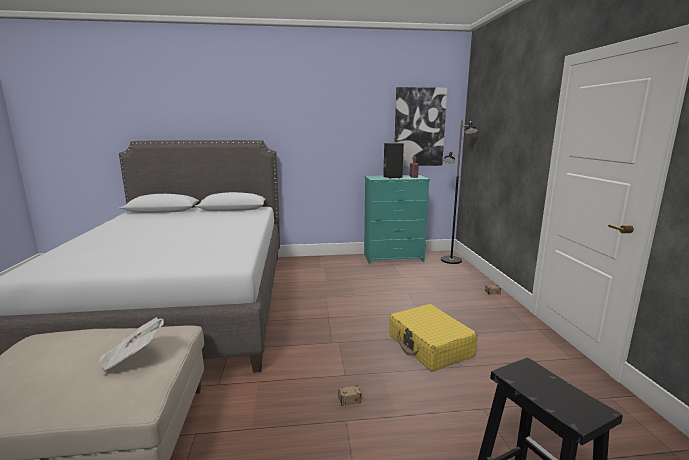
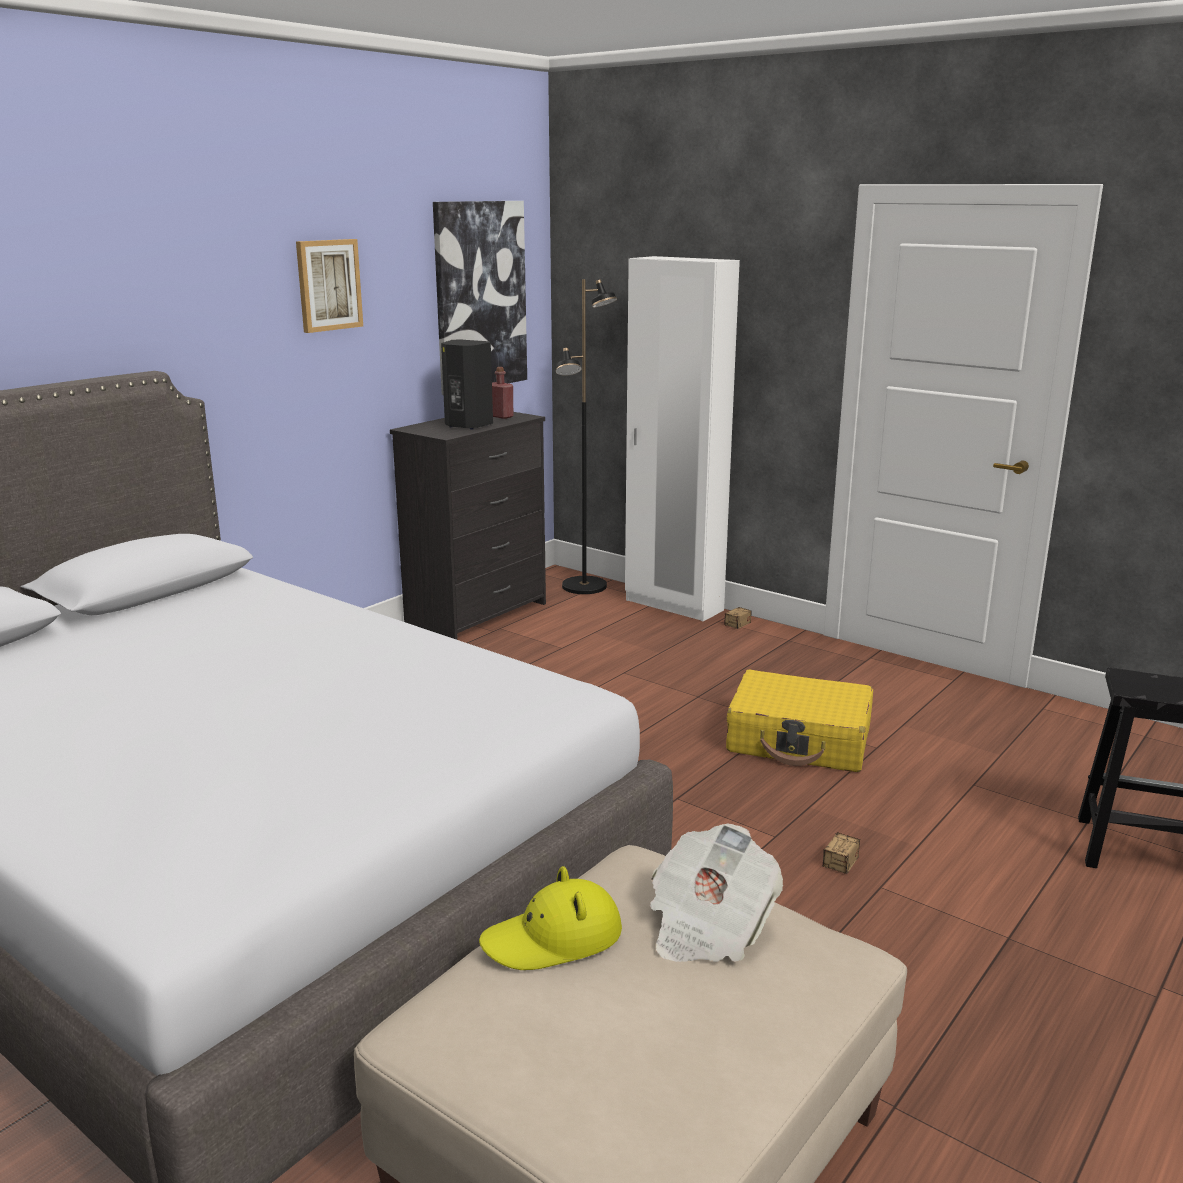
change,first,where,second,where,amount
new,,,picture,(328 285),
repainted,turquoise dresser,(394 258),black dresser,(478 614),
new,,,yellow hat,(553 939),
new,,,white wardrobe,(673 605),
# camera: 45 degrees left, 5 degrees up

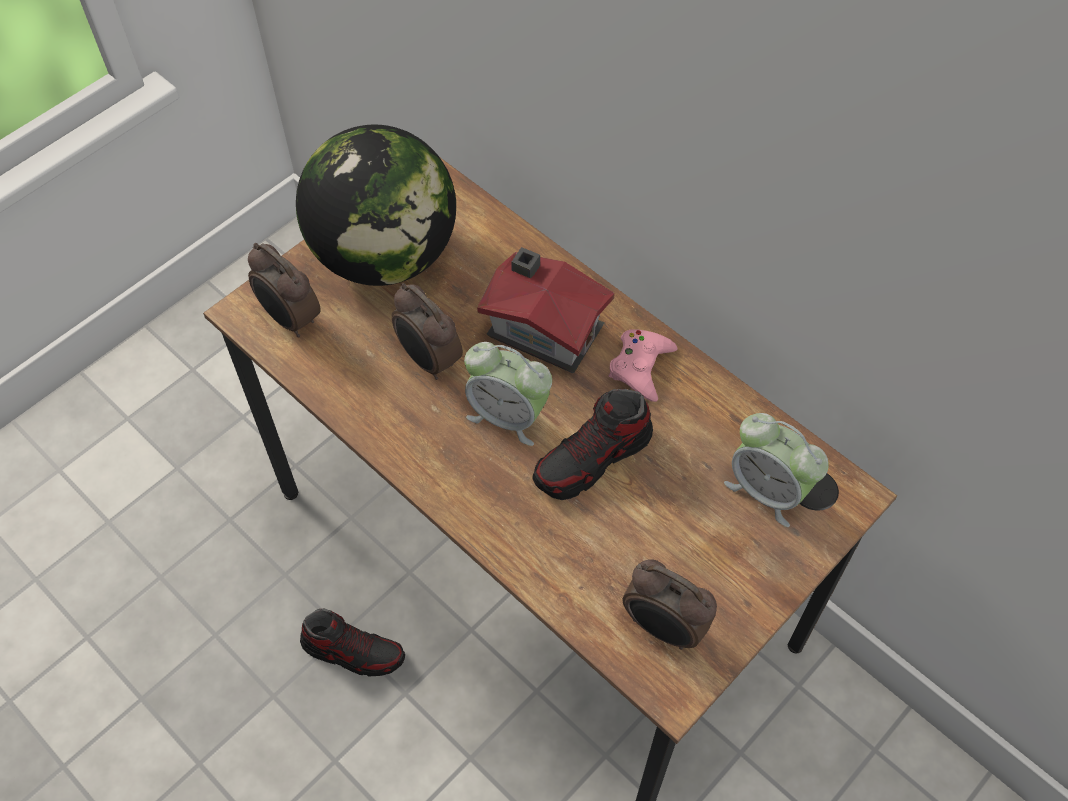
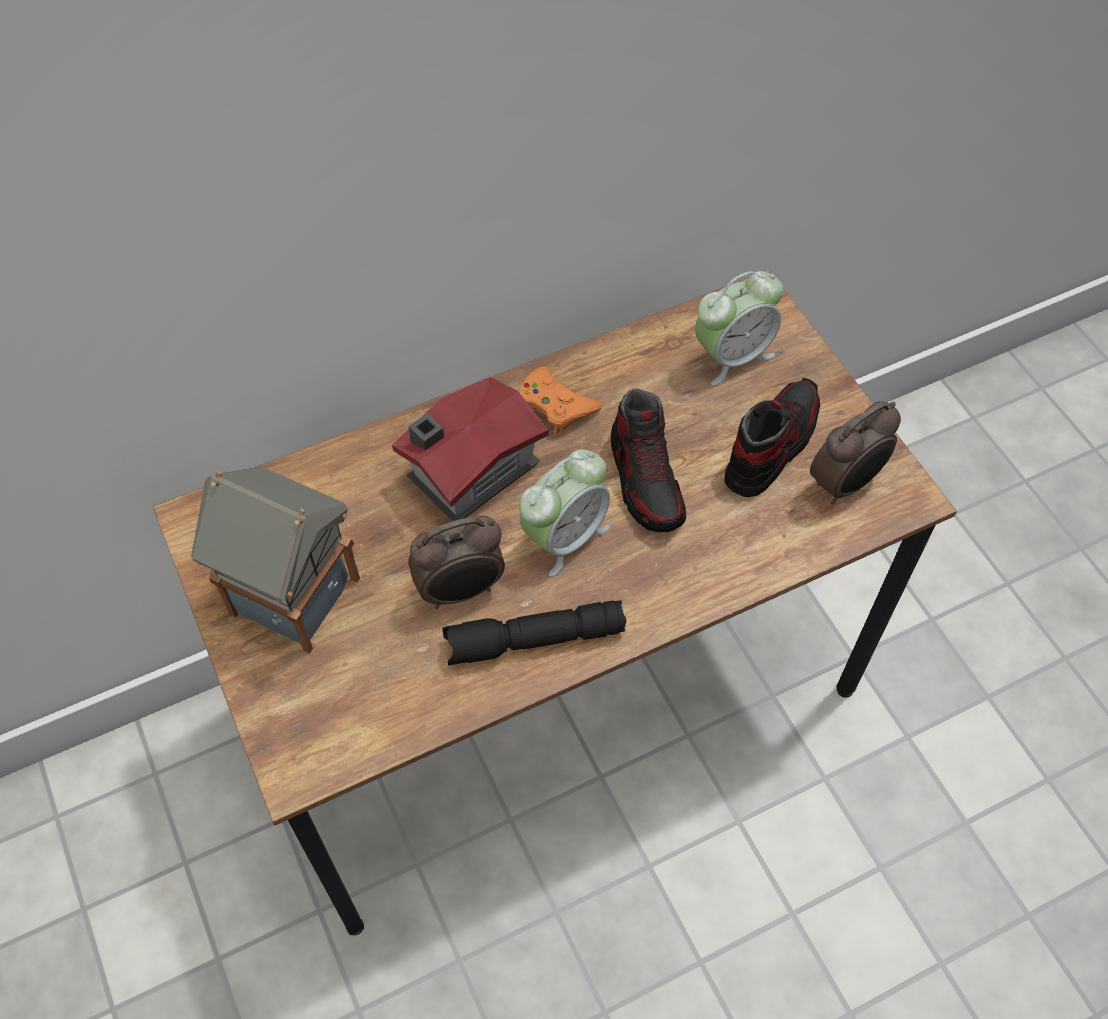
change,first,where,second,where,amount
swapped,globe,(385 256),toy house,(291 595),
new,,,black flashlight,(533 641),
repainted,pink game controller,(641 367),orange game controller,(555 405),
shifted,shoe,(353 651),,(770 446),
gone,alarm clock,(290 319),,,
# camera: 70 degrees left, 0 degrees up

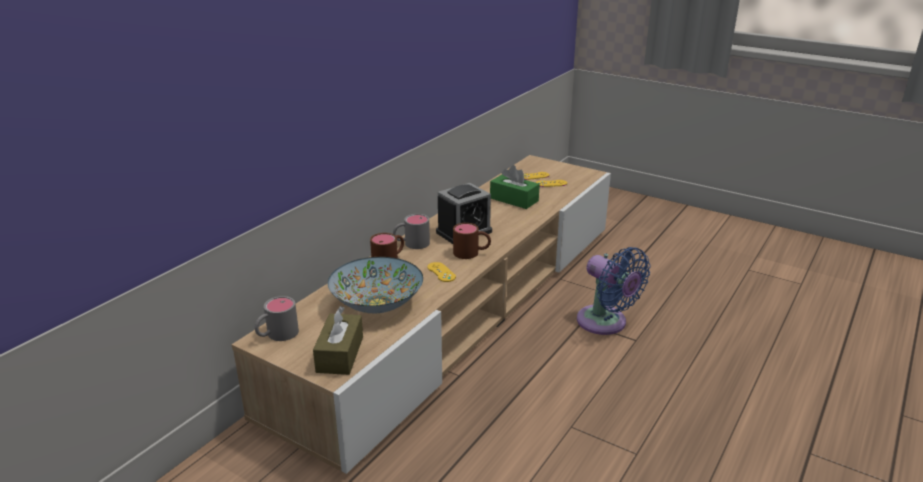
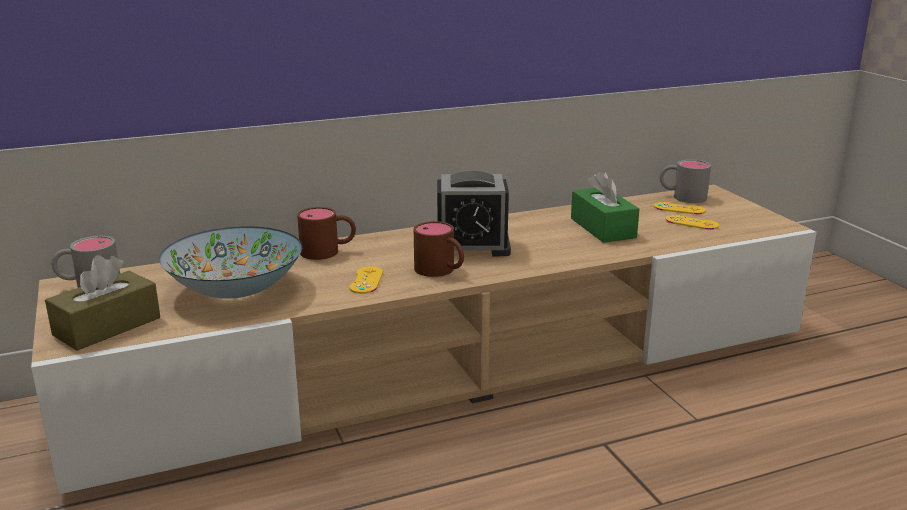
change,first,where,second,where,amount
shifted,grey mug,(411 244),,(682 197),
gone,blue fan,(605 323),,,
# camera: 35 degrees right, 5 degrees down

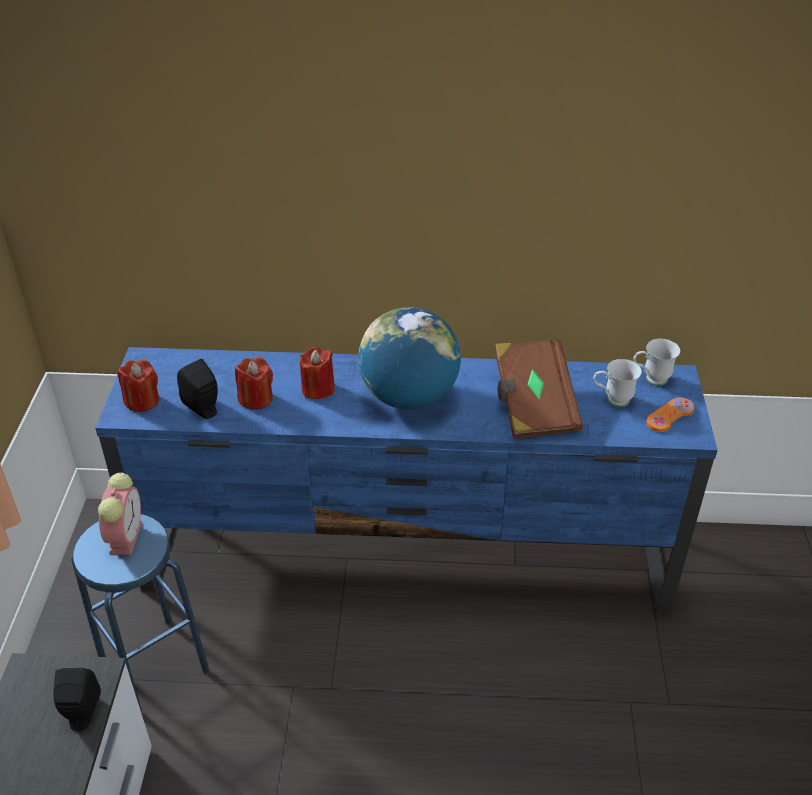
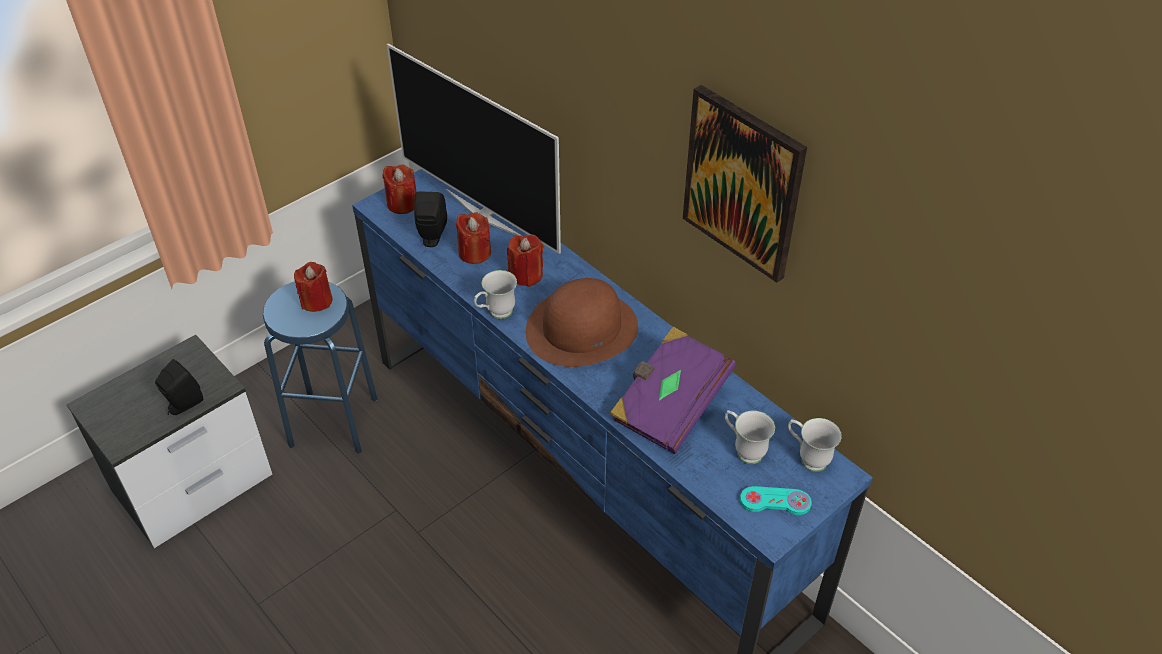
change,first,where,second,where,amount
swapped,alarm clock,(125 535),red candle,(316 301),
new,,,television,(486 213),
new,,,white mug,(495 314),
swapped,globe,(409 397),brown hat,(582 328),
repainted,brown book,(533 405),purple book,(669 405),
new,,,picture,(743 183),
repainted,orange game controller,(670 416),turquoise game controller,(775 502),
# camera: 45 degrees right, 5 degrees up

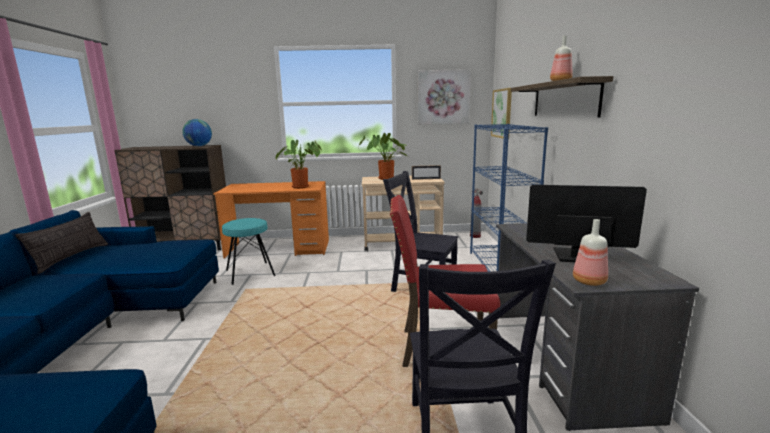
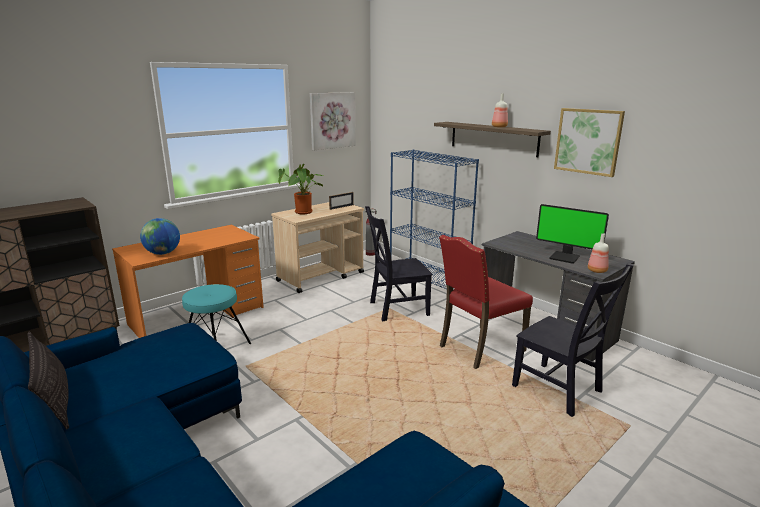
change,first,where,second,where,amount
shifted,globe,(199 146),,(163 253),
rotated,monitor,(575 257),,(565 257),120 degrees counterclockwise
shifted,picture,(502 113),,(588 141),
gone,potted plant,(302 187),,,
# camera: 40 degrees left, 5 degrees up

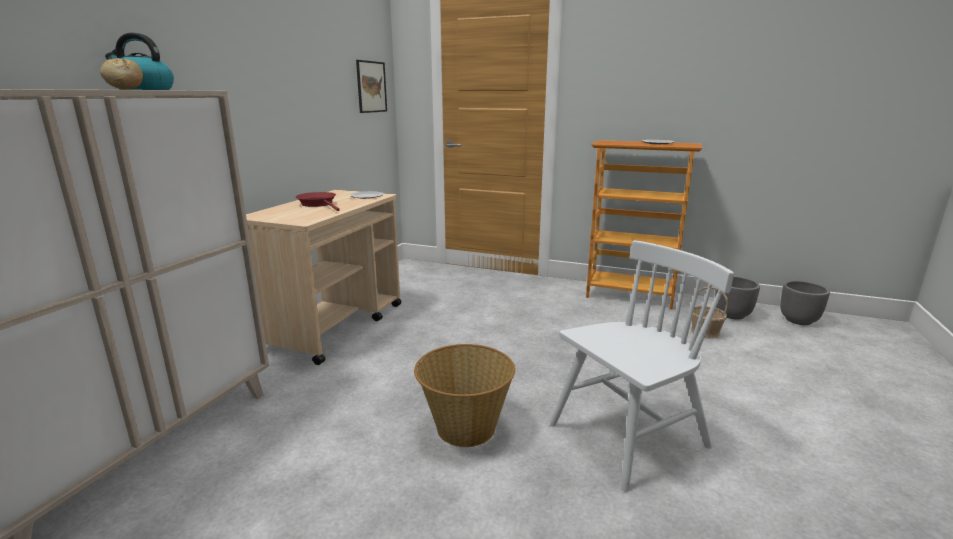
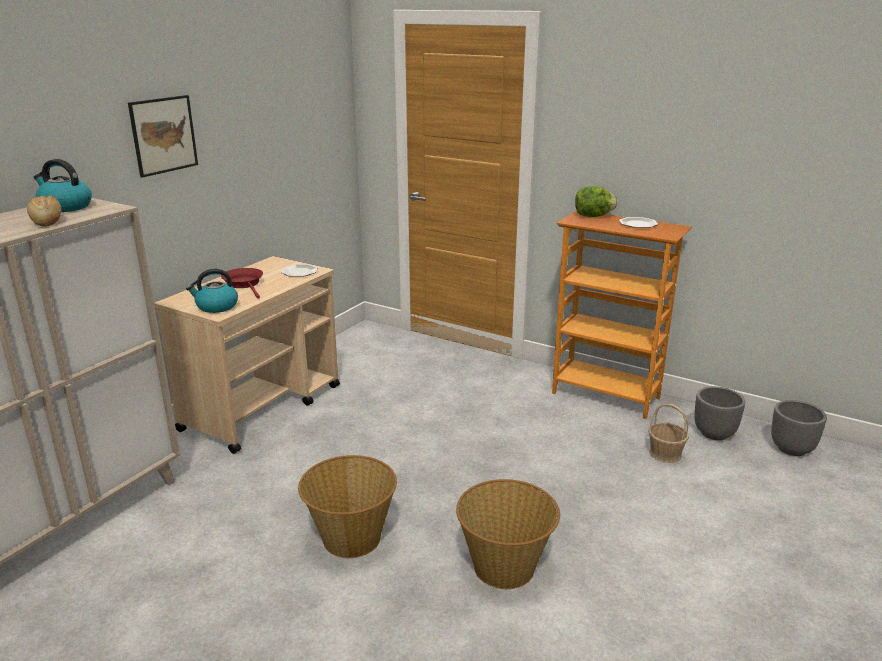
change,first,where,second,where,amount
shifted,picture,(371 87),,(163 135),
new,,,kettle,(216 307),
swapped,white chair,(628 437),basket,(505 567),
new,,,lettuce,(593 216),
# camera: 10 degrees right, 5 degrees up

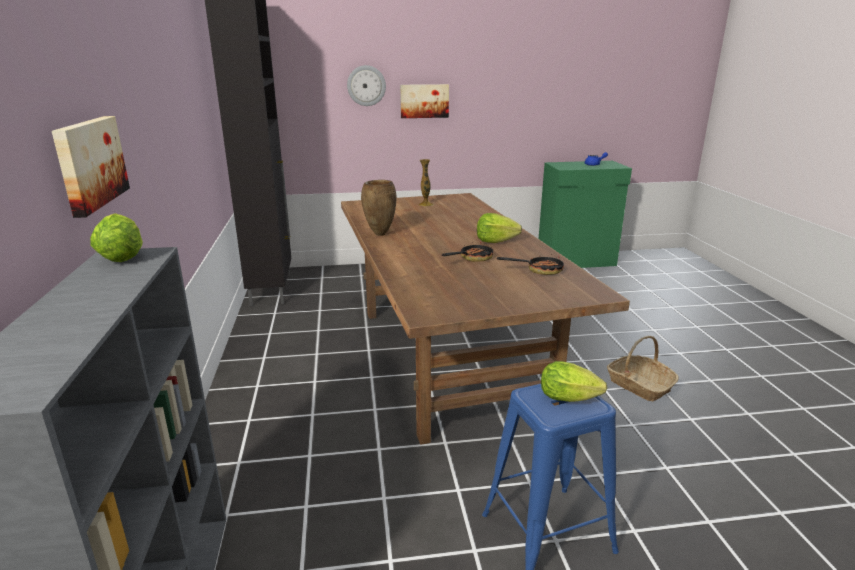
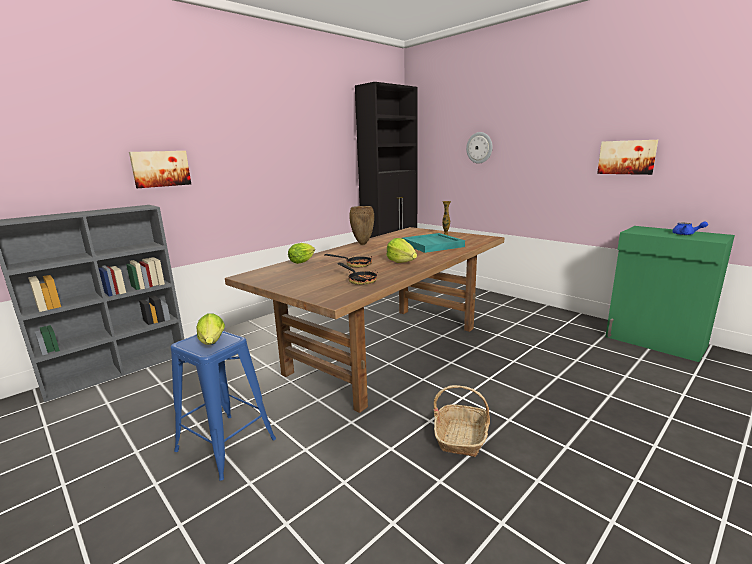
change,first,where,second,where,amount
shifted,lettuce,(123 256),,(303 261),
new,,,turquoise tray,(433 245),
shifted,picture,(424 101),,(627 157),
# camera: 55 degrees right, 5 degrees down

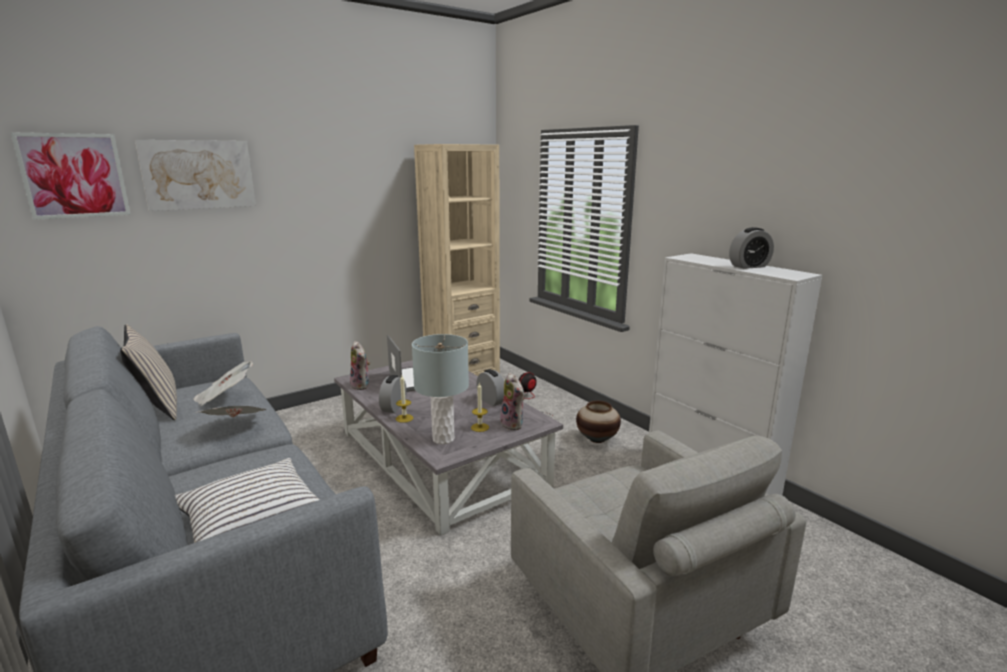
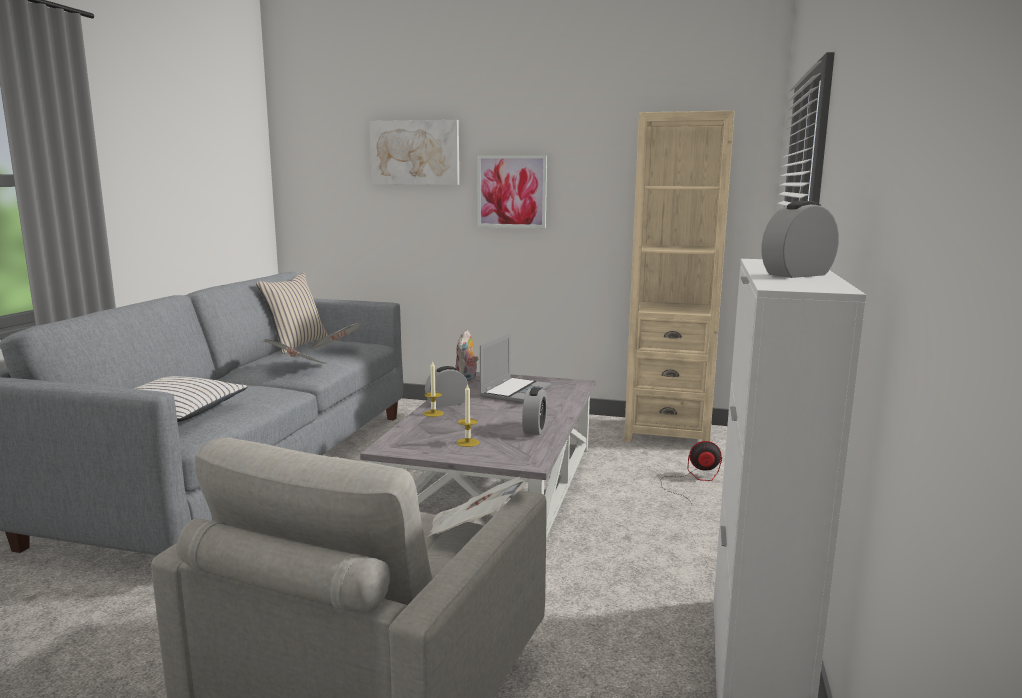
change,first,where,second,where,amount
new,,,newspaper,(473 531),
shifted,picture,(74 176),,(512 191),
rotated,alarm clock,(749 266),,(797 275),120 degrees clockwise
gone,grey table lamp,(443 439),,,
gone,plush toy,(513 424),,,
gone,vase,(597 439),,,
# camera: 50 degrees right, 5 degrees down

